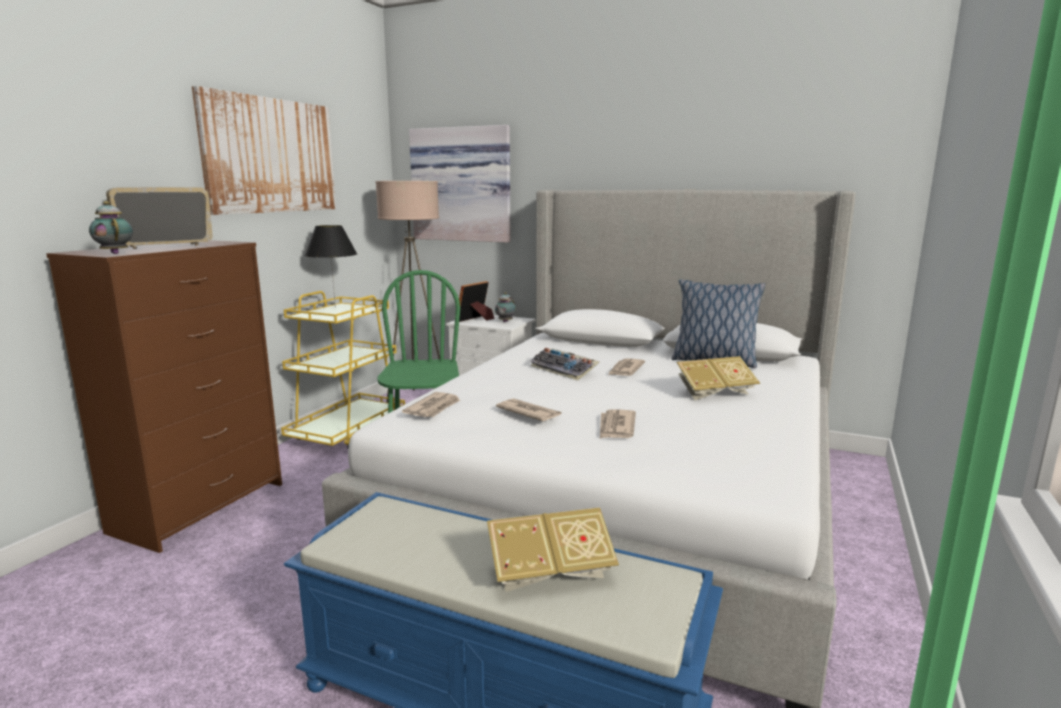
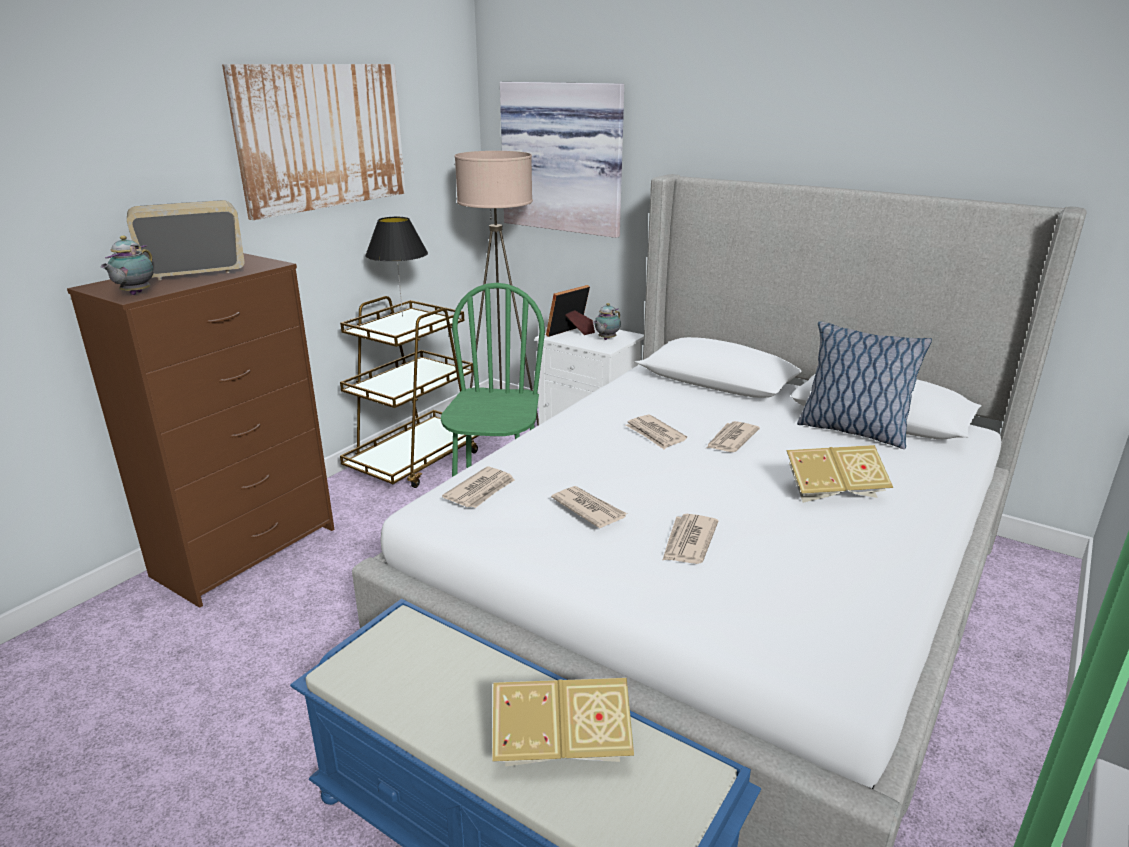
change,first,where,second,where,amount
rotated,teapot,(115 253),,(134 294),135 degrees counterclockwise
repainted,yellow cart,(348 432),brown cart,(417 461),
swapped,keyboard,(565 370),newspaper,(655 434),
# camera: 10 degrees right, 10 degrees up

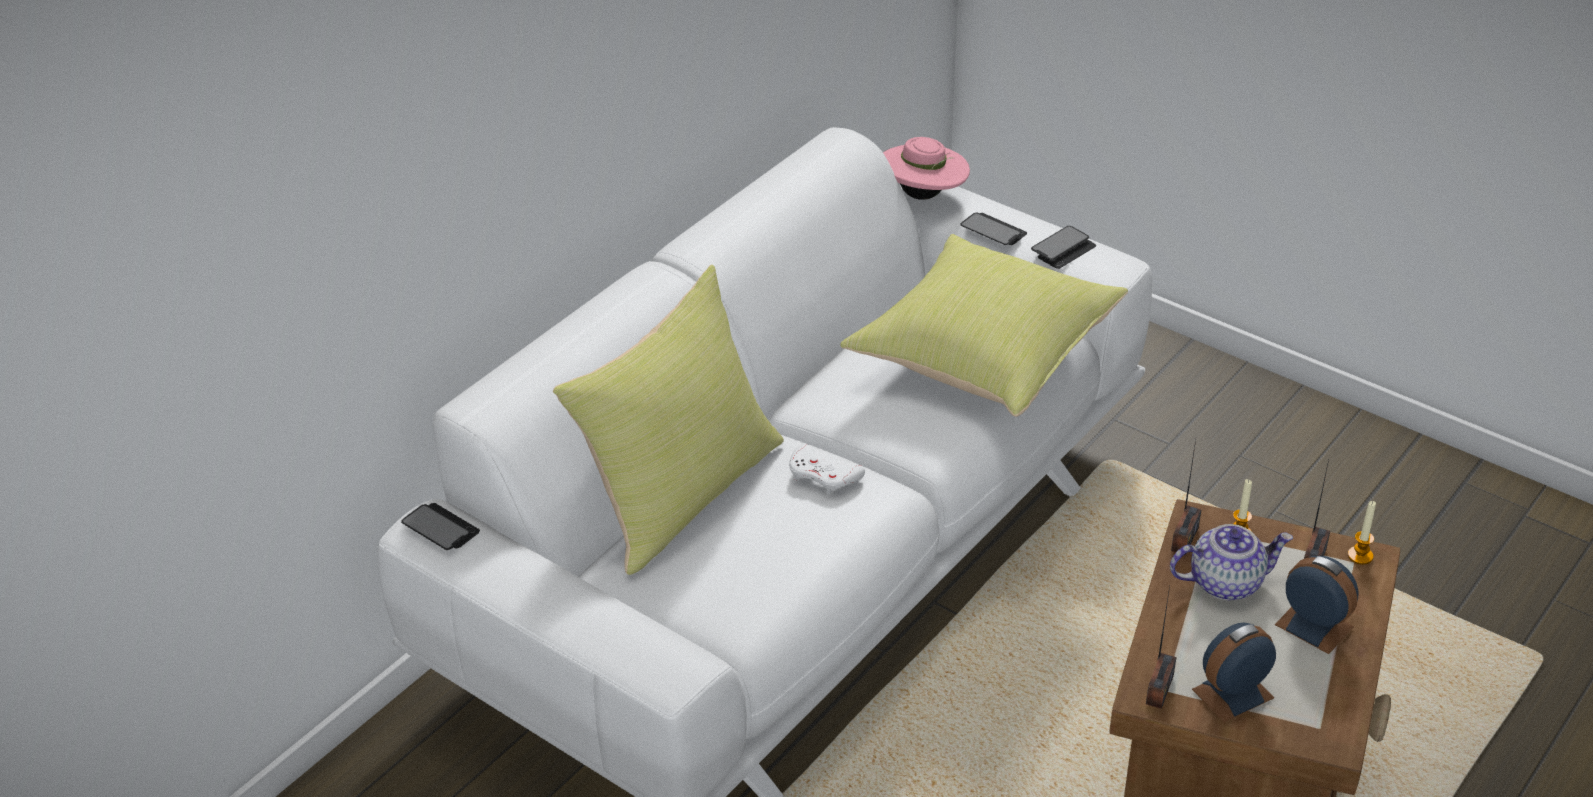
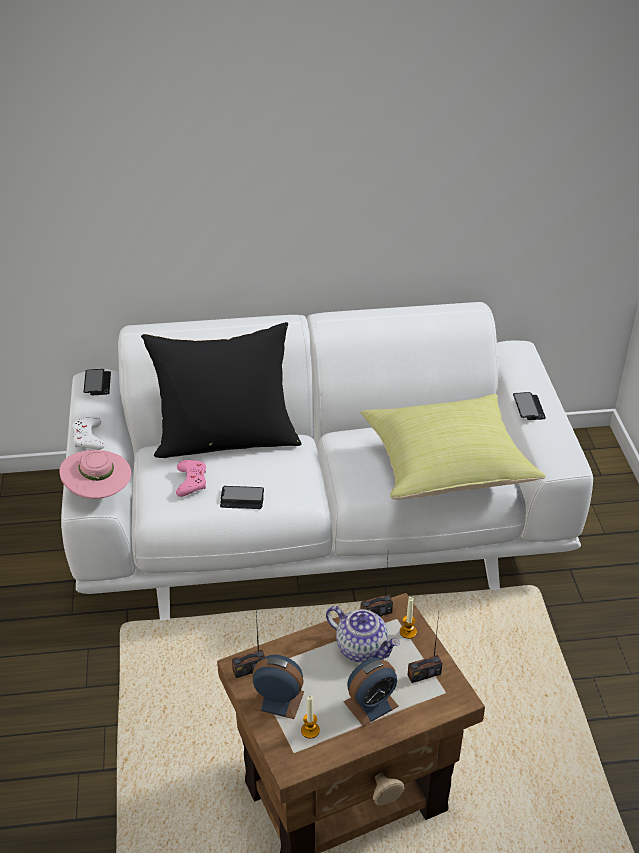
change,first,where,second,where,amount
shifted,pink hat,(923 195),,(99 493),
shifted,white game controller,(823 475),,(88 437),
repainted,yellow pillow,(682 494),black pillow,(226 439),
new,,,pink game controller,(191 481),
shifted,phone,(1063 249),,(242 498),
shifted,candle,(1360 556),,(310 730),
rotated,alarm clock,(1314 626),,(371 704),60 degrees clockwise
# camera: 45 degrees right, 0 degrees up

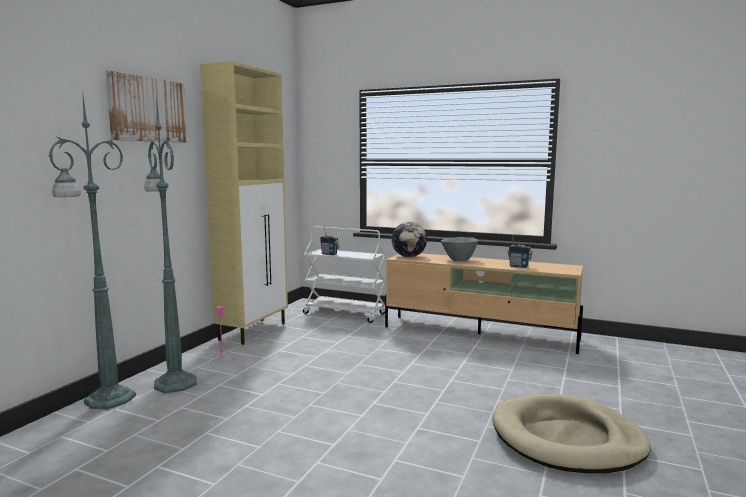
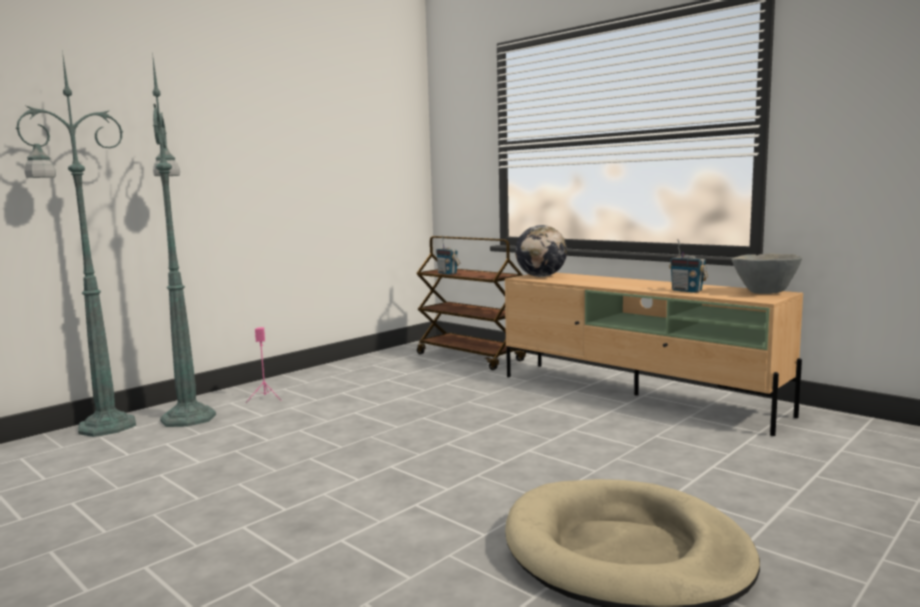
change,first,where,second,where,amount
repainted,white cart,(345 314),brown cart,(470 357),
shifted,grey bowl,(458 260),,(764 292),
gone,picture,(147 109),,,
gone,beige cabinet,(254 331),,,
# camera: 20 degrees right, 0 degrees up

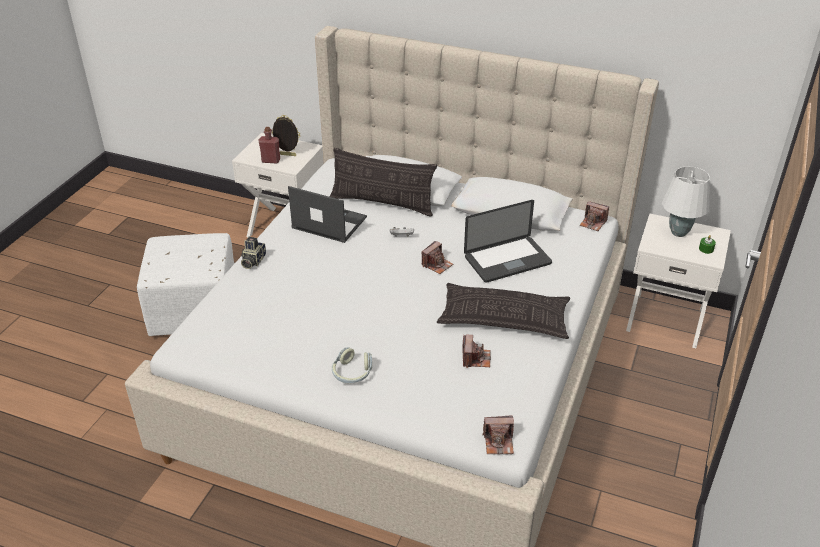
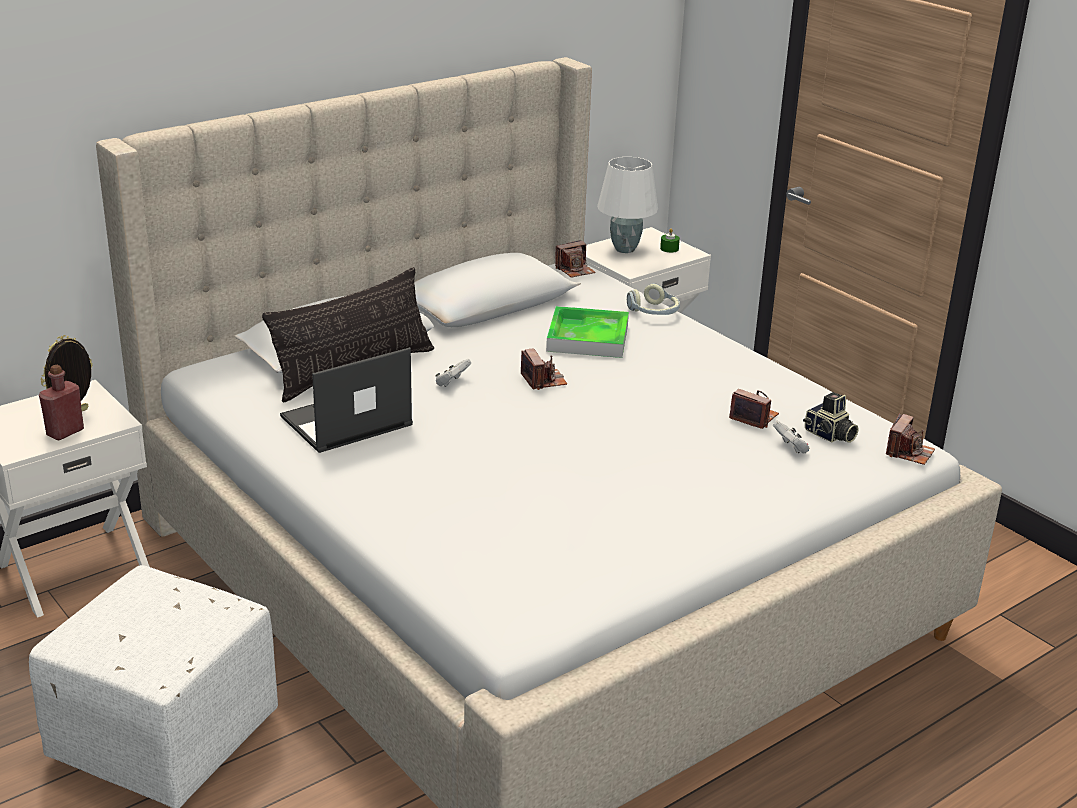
change,first,where,second,where,amount
swapped,laptop,(507 260),tray,(587 338),
shifted,headphones,(352 373),,(654 312),
new,,,white game controller,(790 448),
shifted,photo camera,(252 261),,(829 435),
gone,pillow,(504 318),,,
# camera: 60 degrees left, 10 degrees down

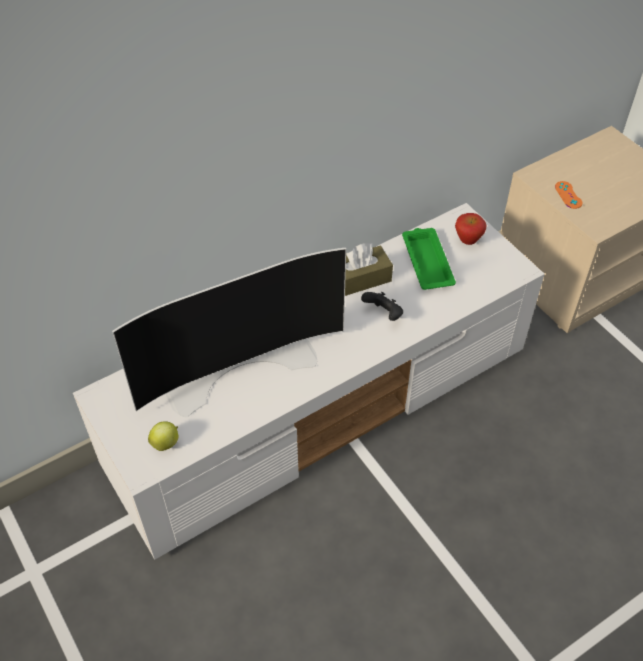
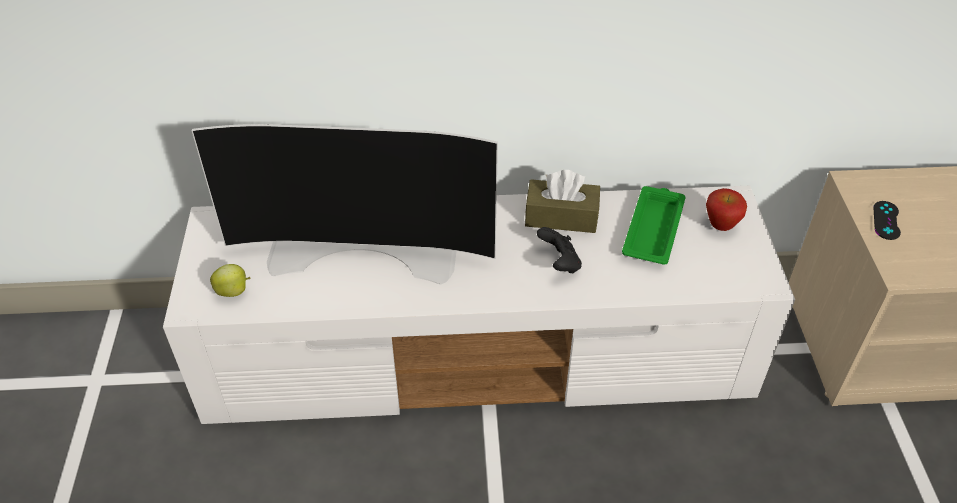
change,first,where,second,where,amount
repainted,orange game controller,(568 195),black game controller,(886 220),
# camera: 30 degrees right, 5 degrees down

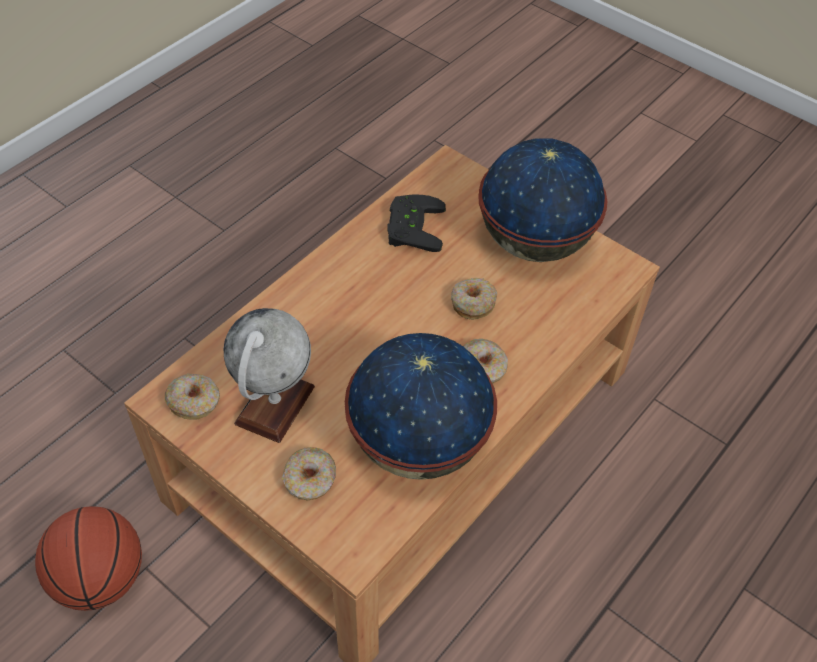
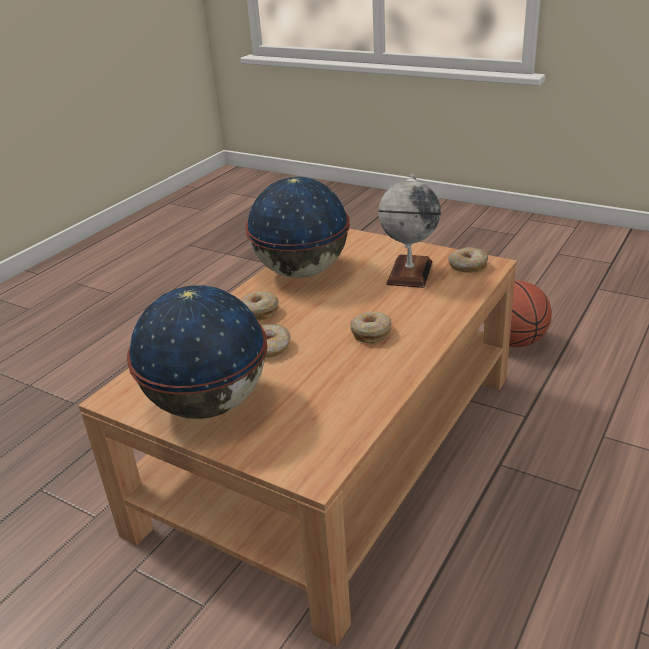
change,first,where,second,where,amount
shifted,donut,(310 479),,(371 333),
gone,black game controller,(411 227),,,
# camera: 175 degrees right, 20 degrees down

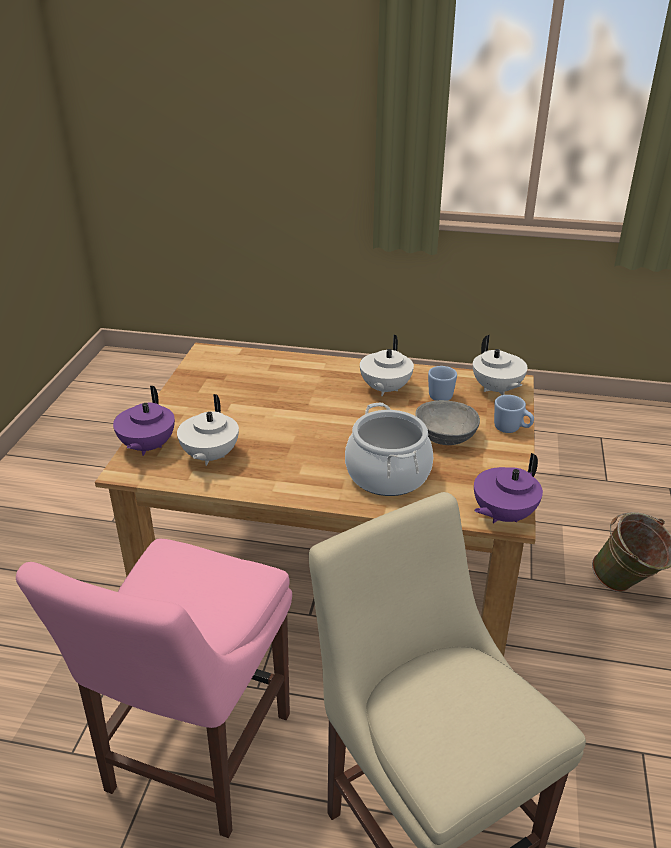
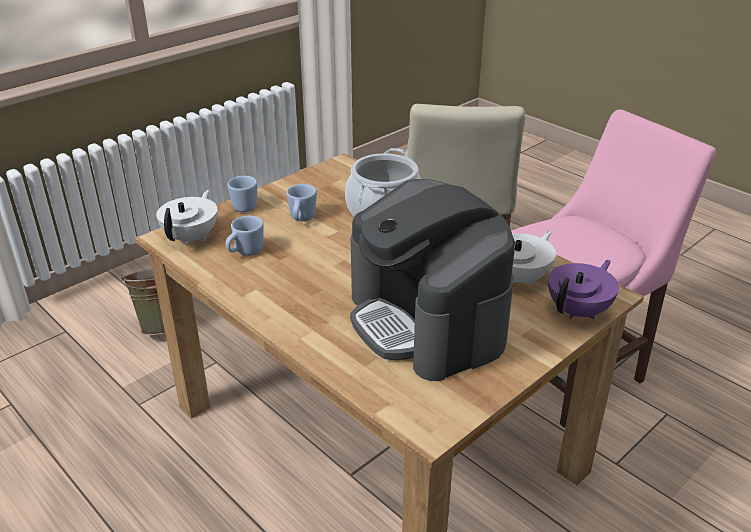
change,first,where,second,where,amount
swapped,grey bowl,(445 436),blue mug,(301 219),
new,,,coffee machine,(427 321),
gone,white teapot,(384 389),,,
gone,purple teapot,(502 515),,,
# camera: 145 degrees left, 0 degrees up

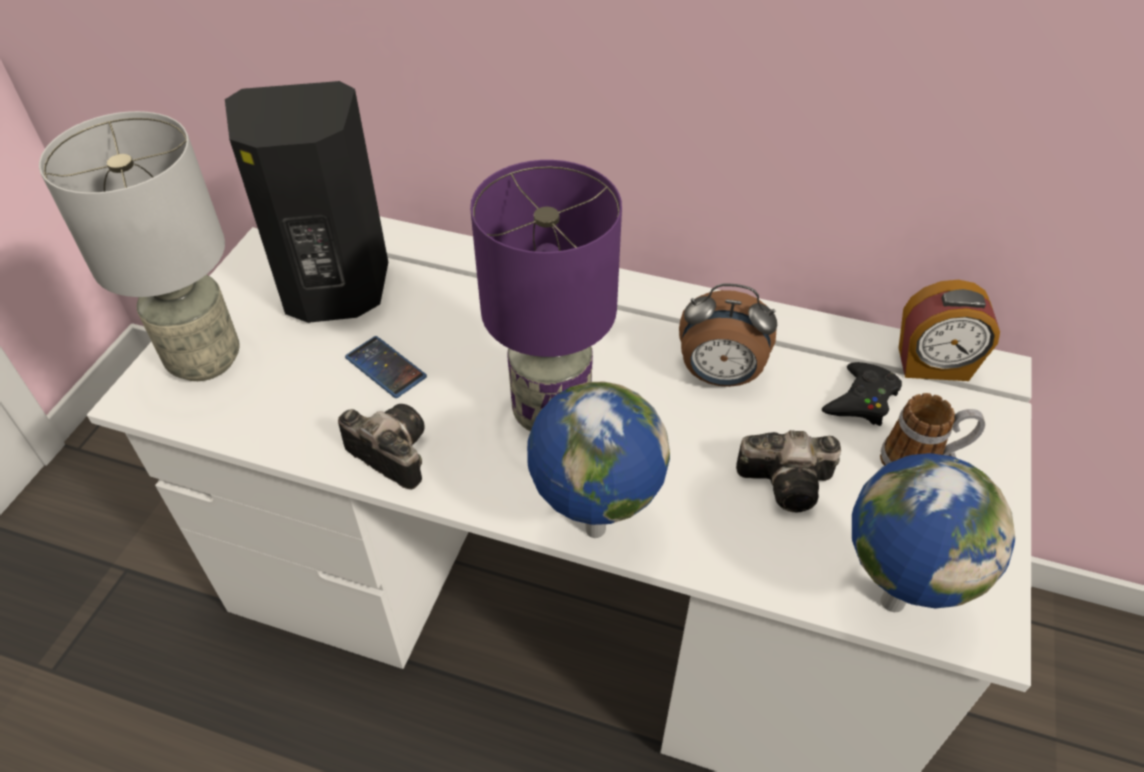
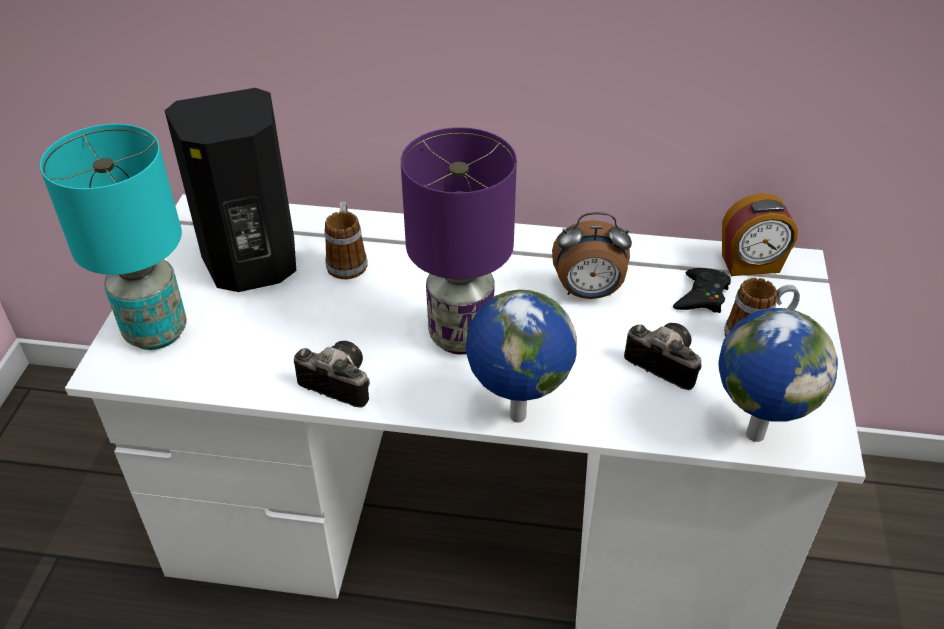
change,first,where,second,where,amount
repainted,grey table lamp,(206 360),turquoise table lamp,(157 332),
new,,,mug,(347 261),
rotated,photo camera,(790 482),,(660 362),135 degrees counterclockwise
gone,phone,(386 367),,,
# camera: 10 degrees left, 5 degrees down

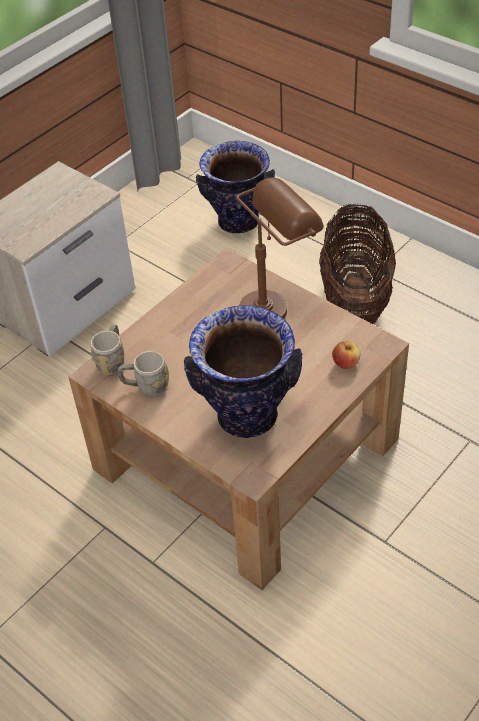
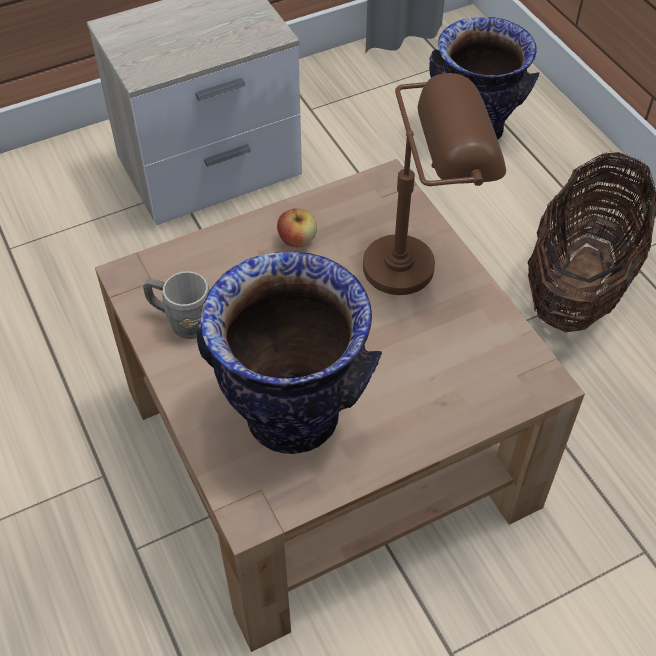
change,first,where,second,where,amount
shifted,apple,(346 363),,(297 240),
gone,grey mug,(112 361),,,
# camera: 20 degrees right, 5 degrees up

